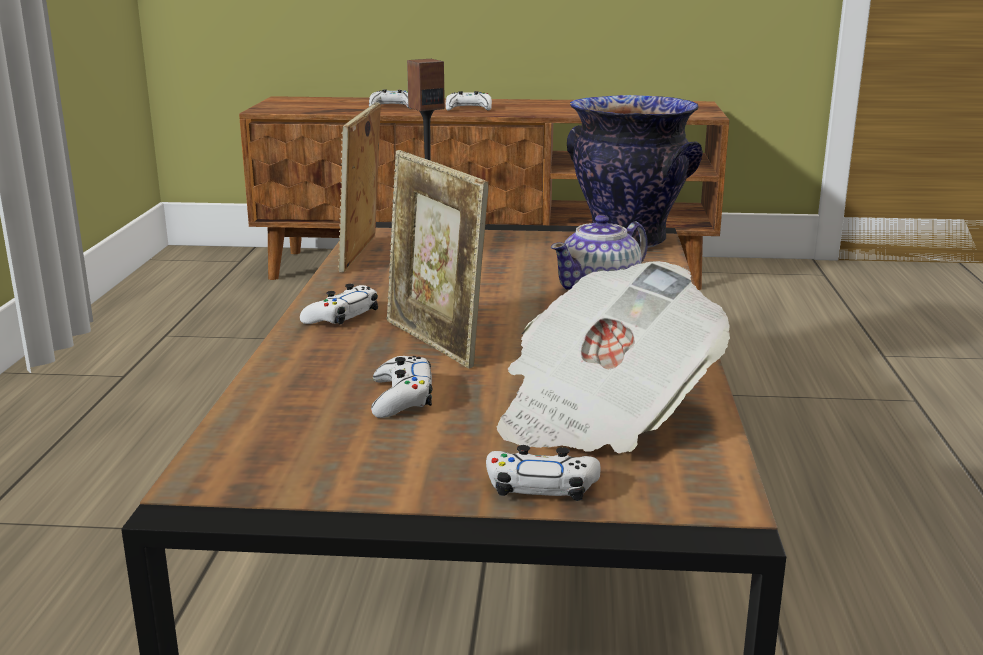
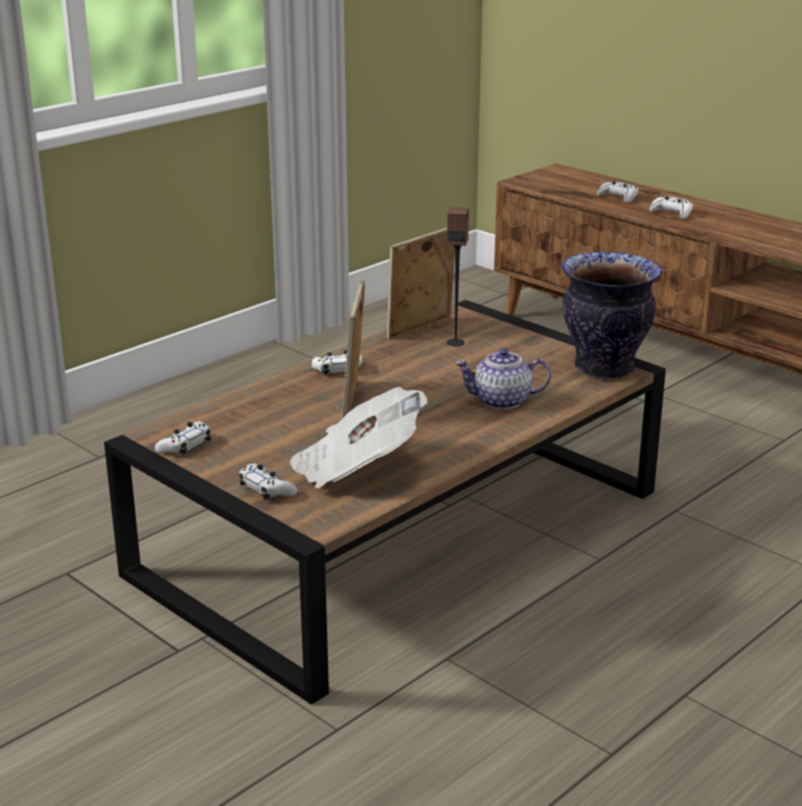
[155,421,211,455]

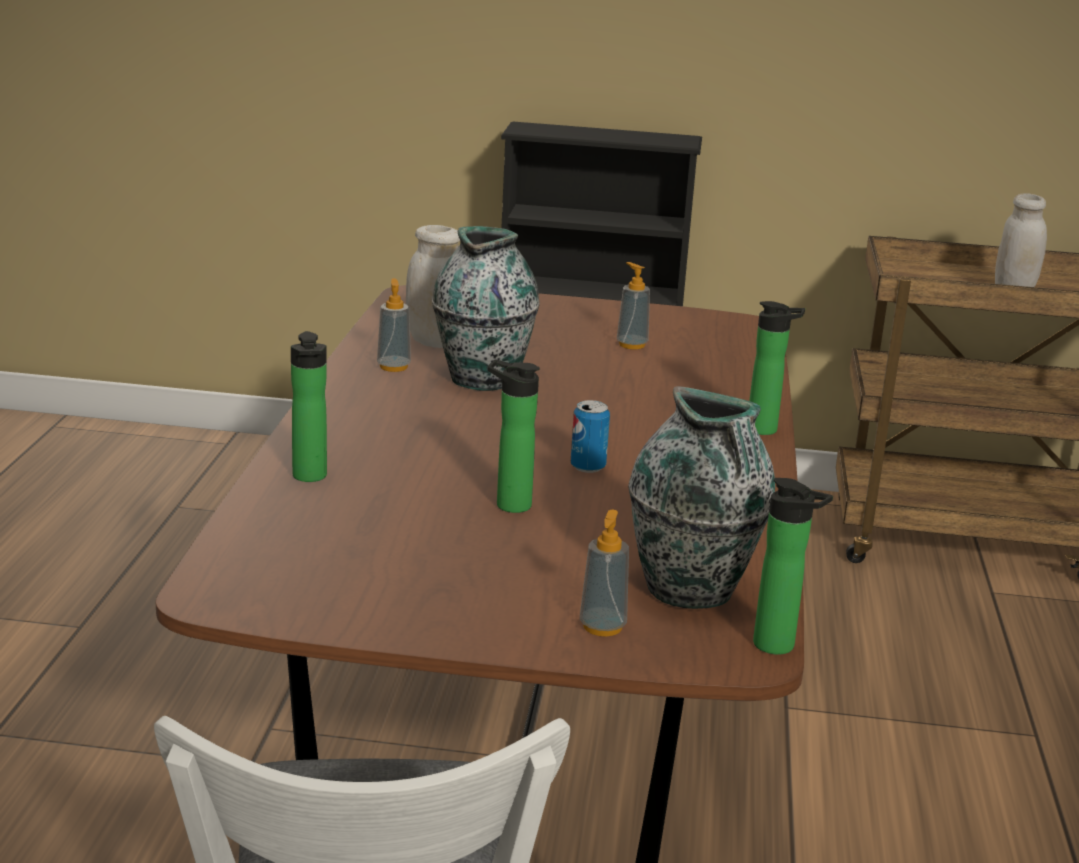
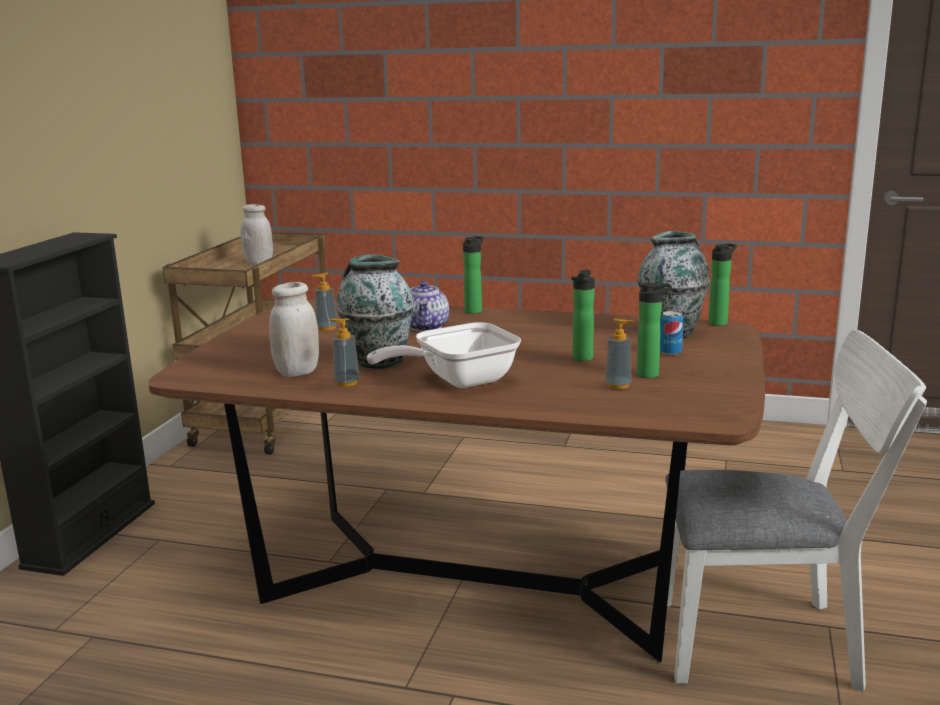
[367,322,521,388]
[410,281,449,331]
[637,283,672,378]
[660,311,684,355]
[605,319,634,389]

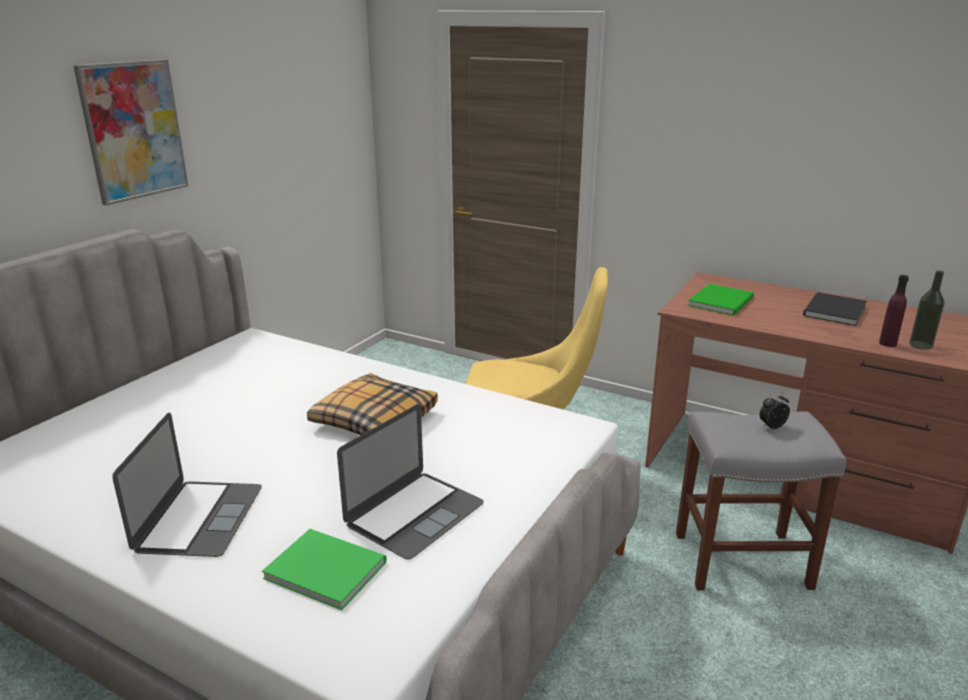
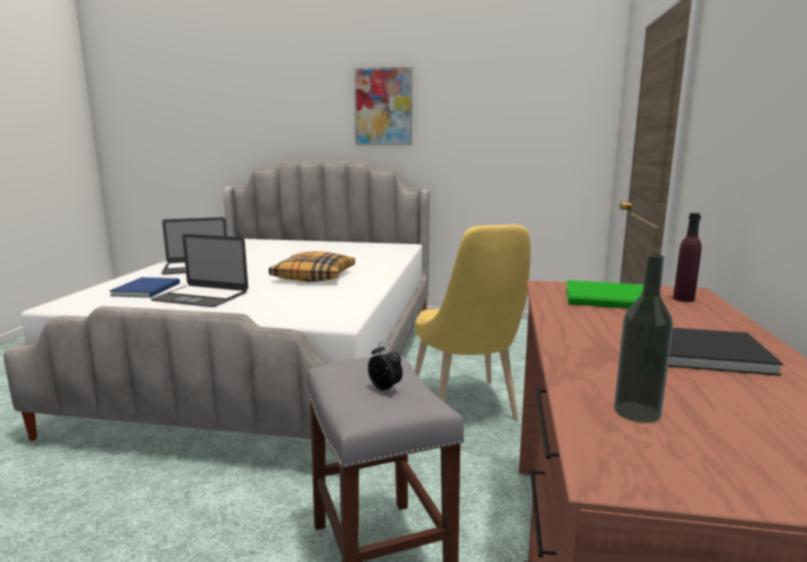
[673,213,701,302]
[109,277,180,298]

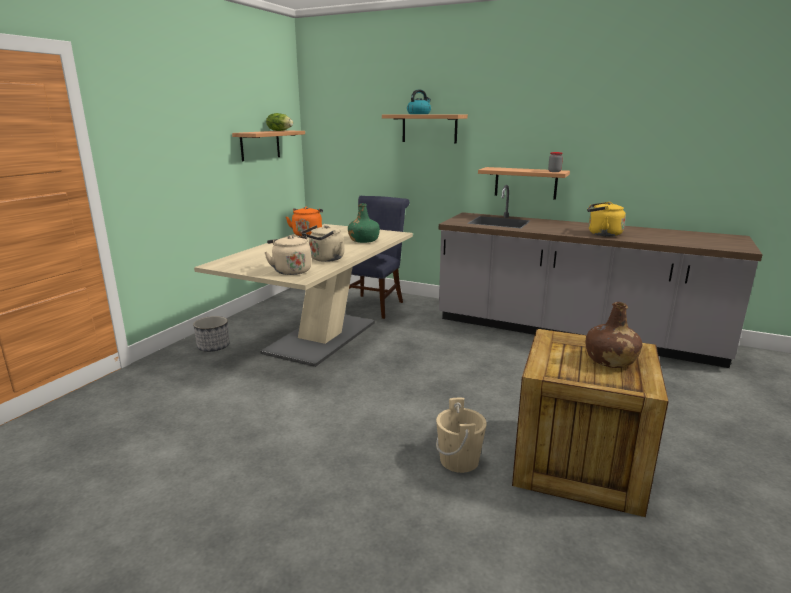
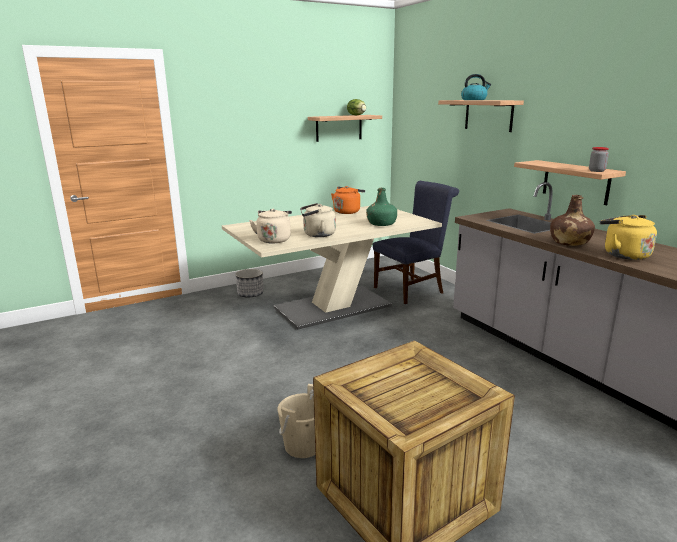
[550,195,595,246]

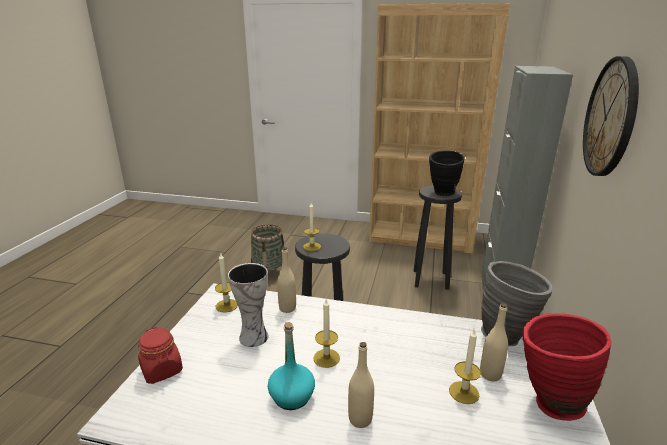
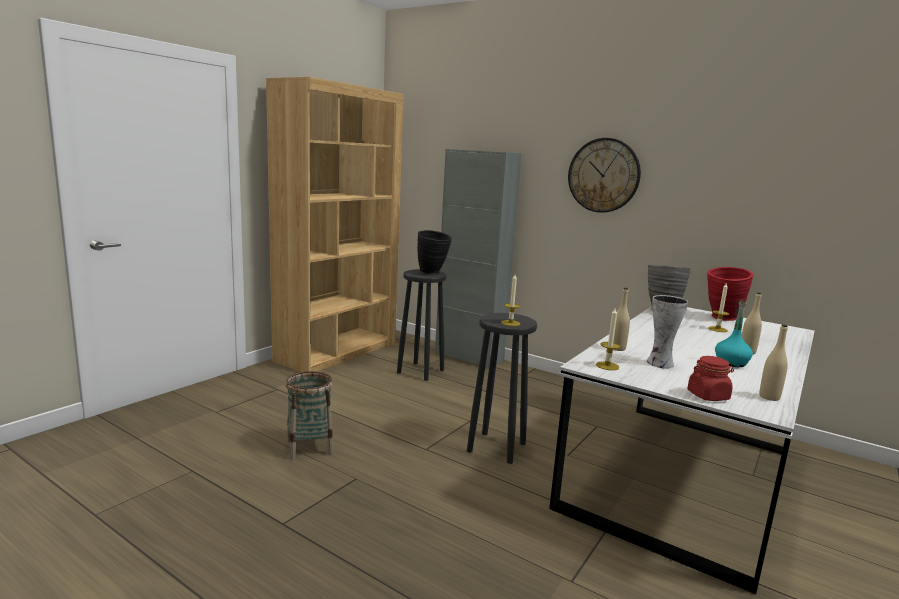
[314,299,340,368] (first image)
[759,324,788,401]

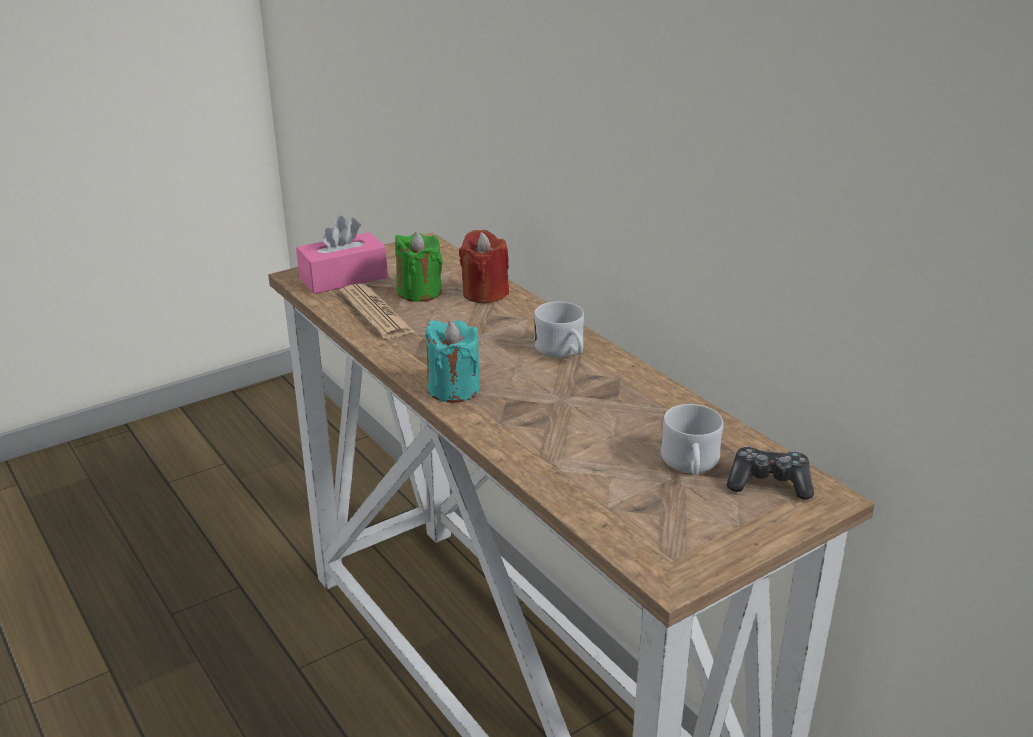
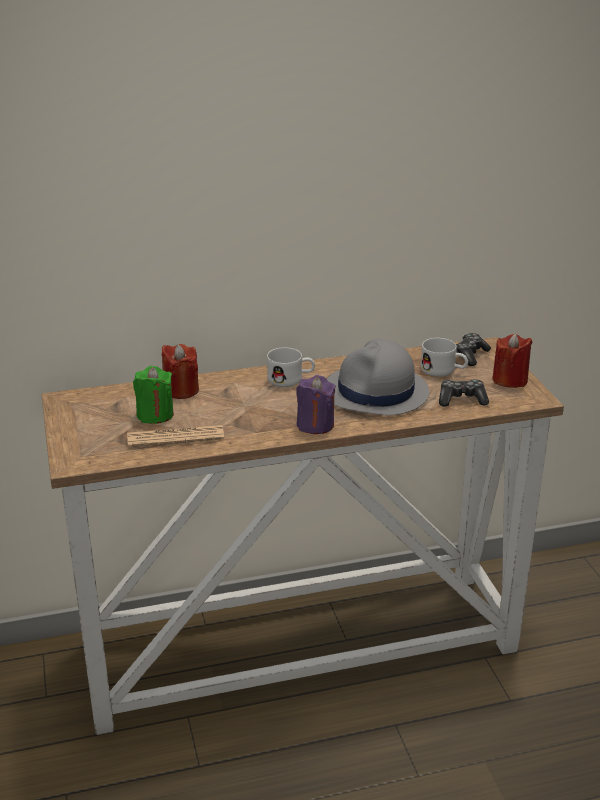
[296,216,388,294] (first image)
[327,339,429,416]
[439,379,489,407]
[492,333,533,388]
[296,375,336,434]

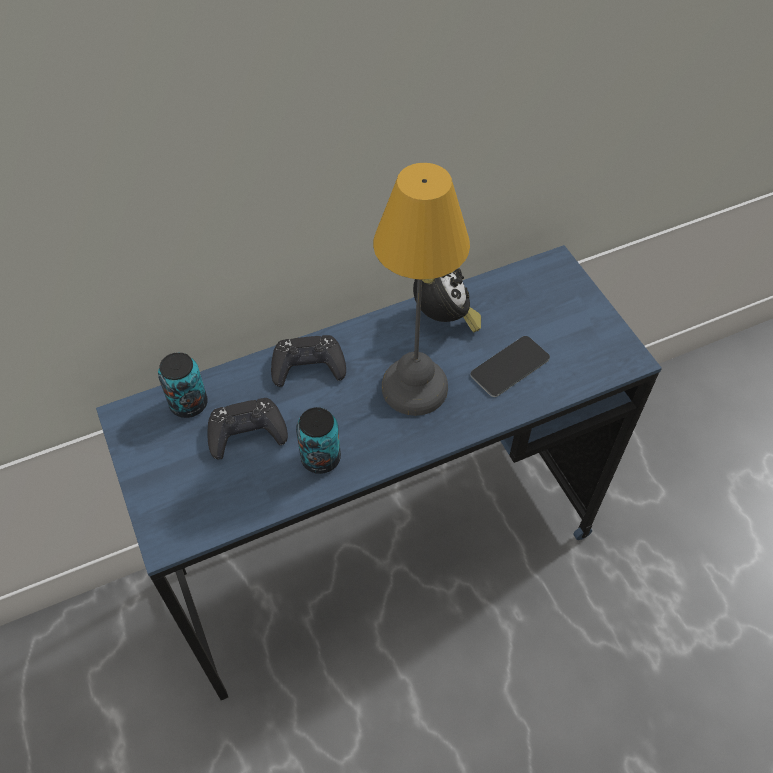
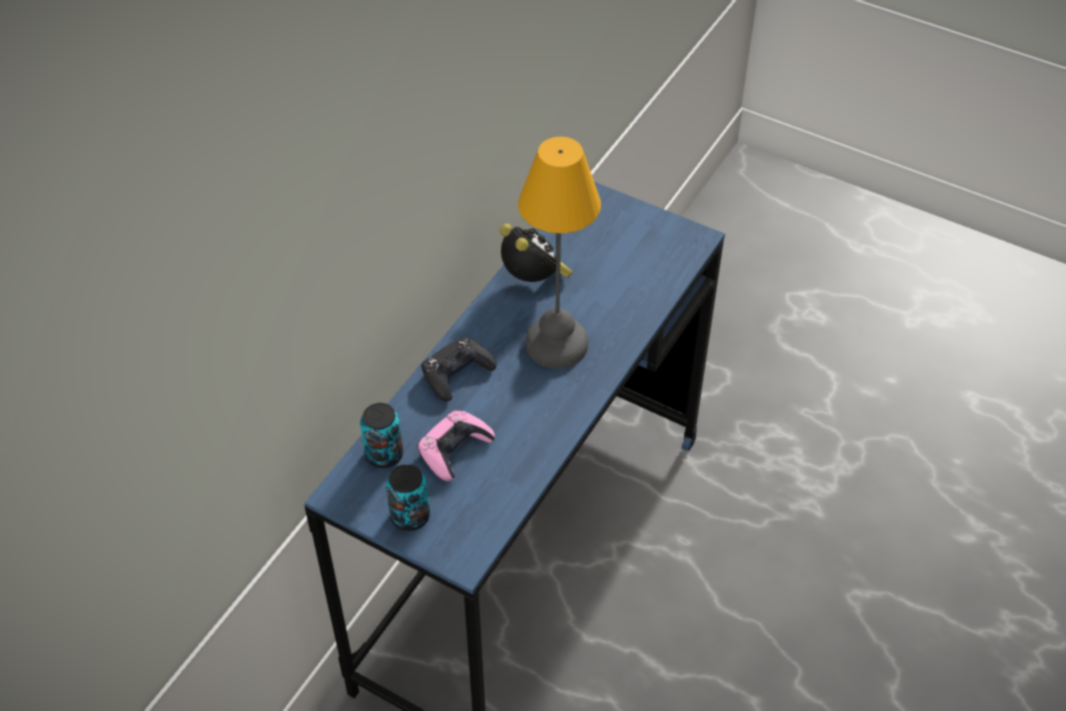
[470,336,550,397] (first image)
[386,464,430,531]
[417,411,495,481]

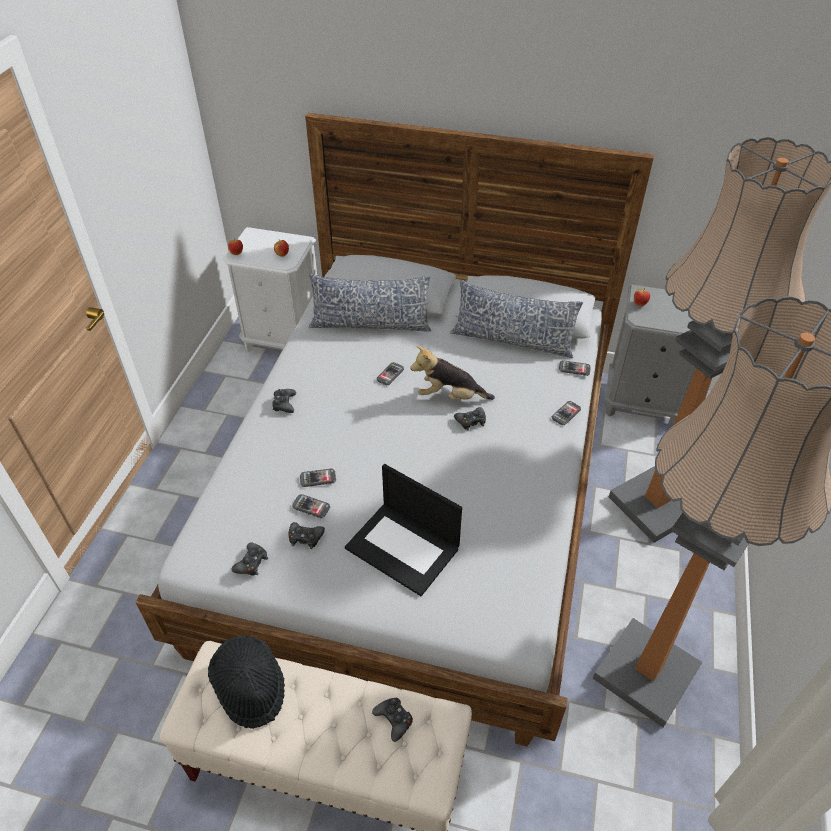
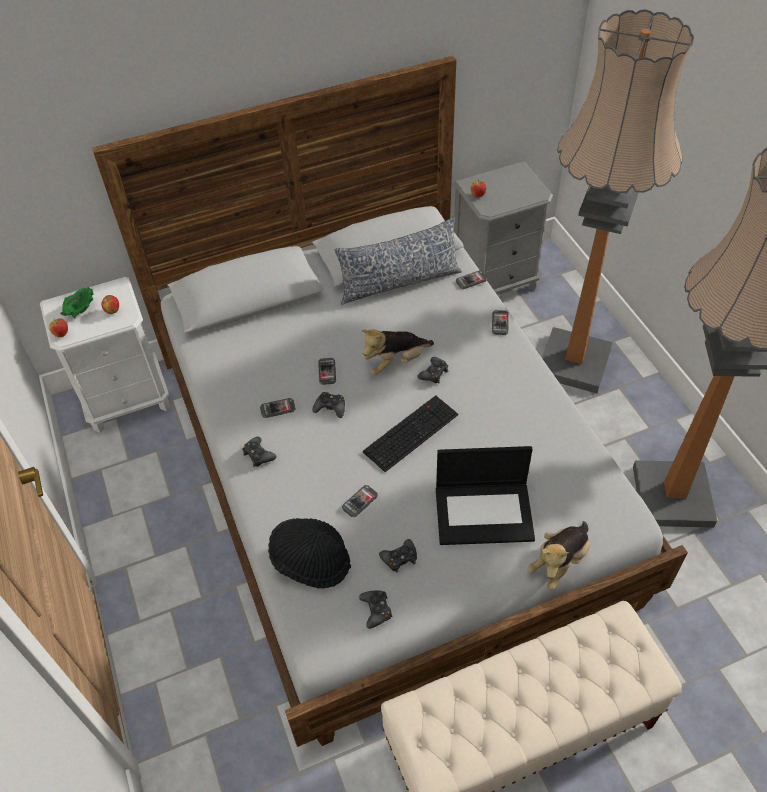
[309,273,431,332] (first image)
[60,287,93,319]
[363,395,458,472]
[528,521,590,590]
[268,518,351,588]
[260,398,296,418]
[312,392,345,418]

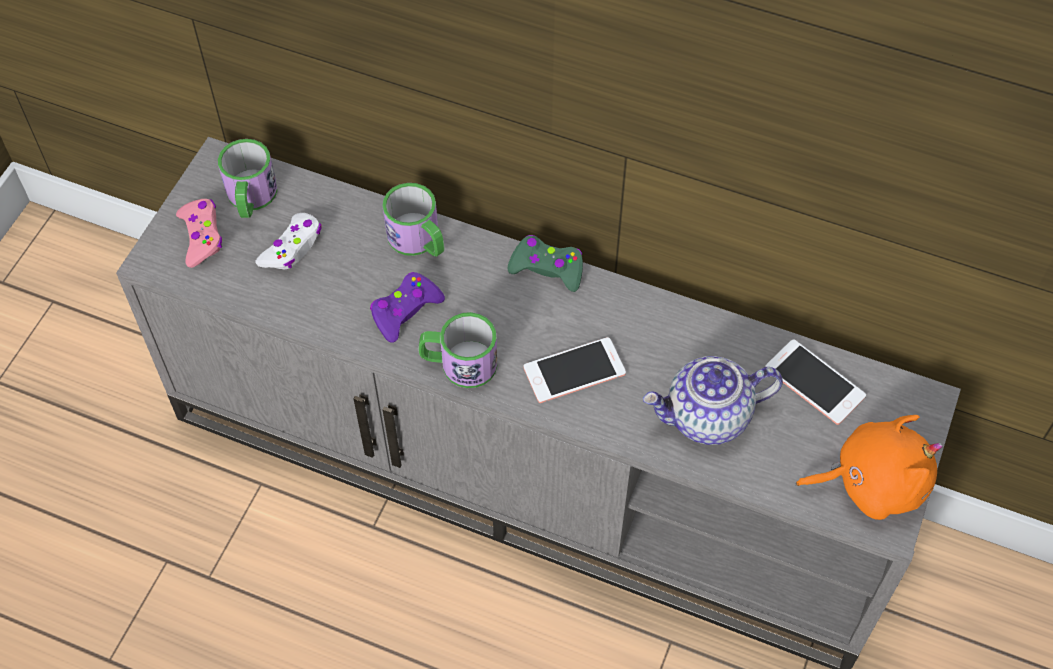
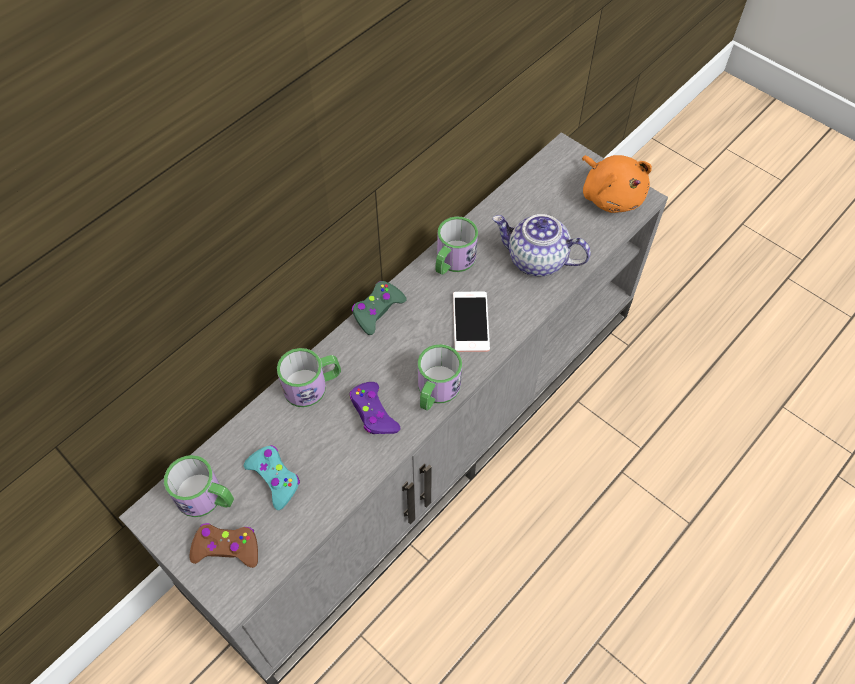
[765,339,866,425] (first image)
[435,216,478,275]
[189,523,258,568]
[244,445,300,510]
[492,214,591,276]
[582,155,652,213]

